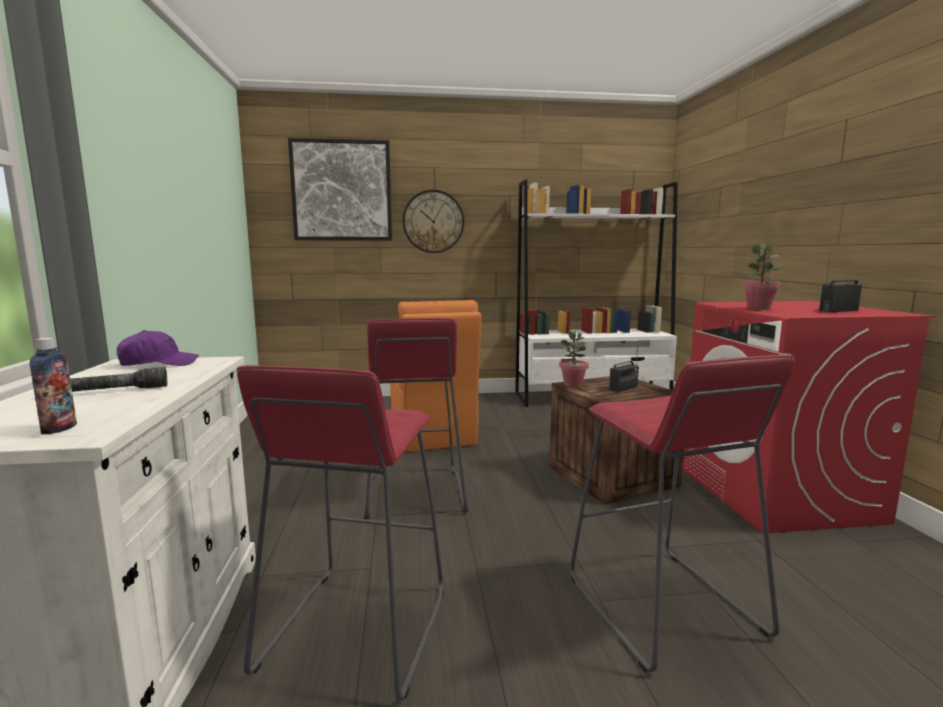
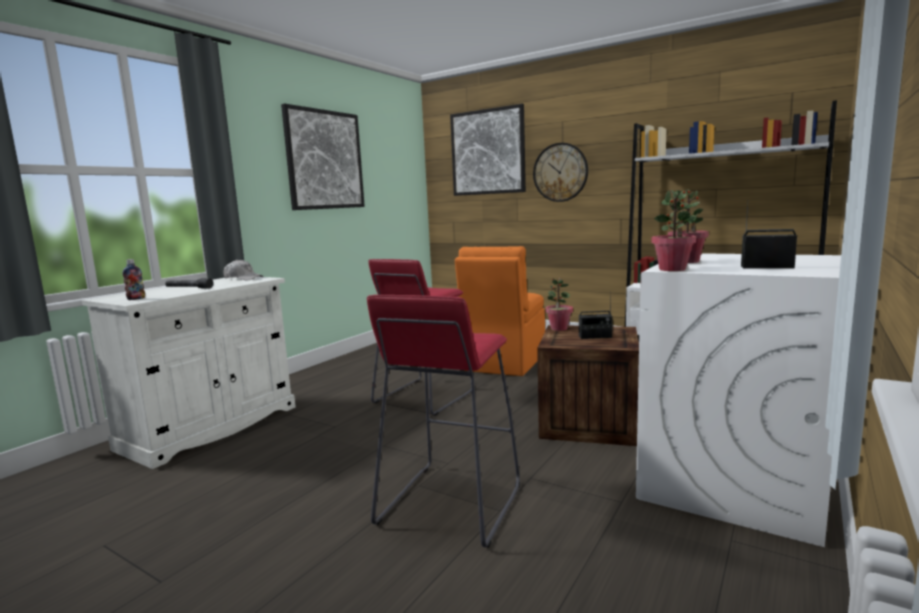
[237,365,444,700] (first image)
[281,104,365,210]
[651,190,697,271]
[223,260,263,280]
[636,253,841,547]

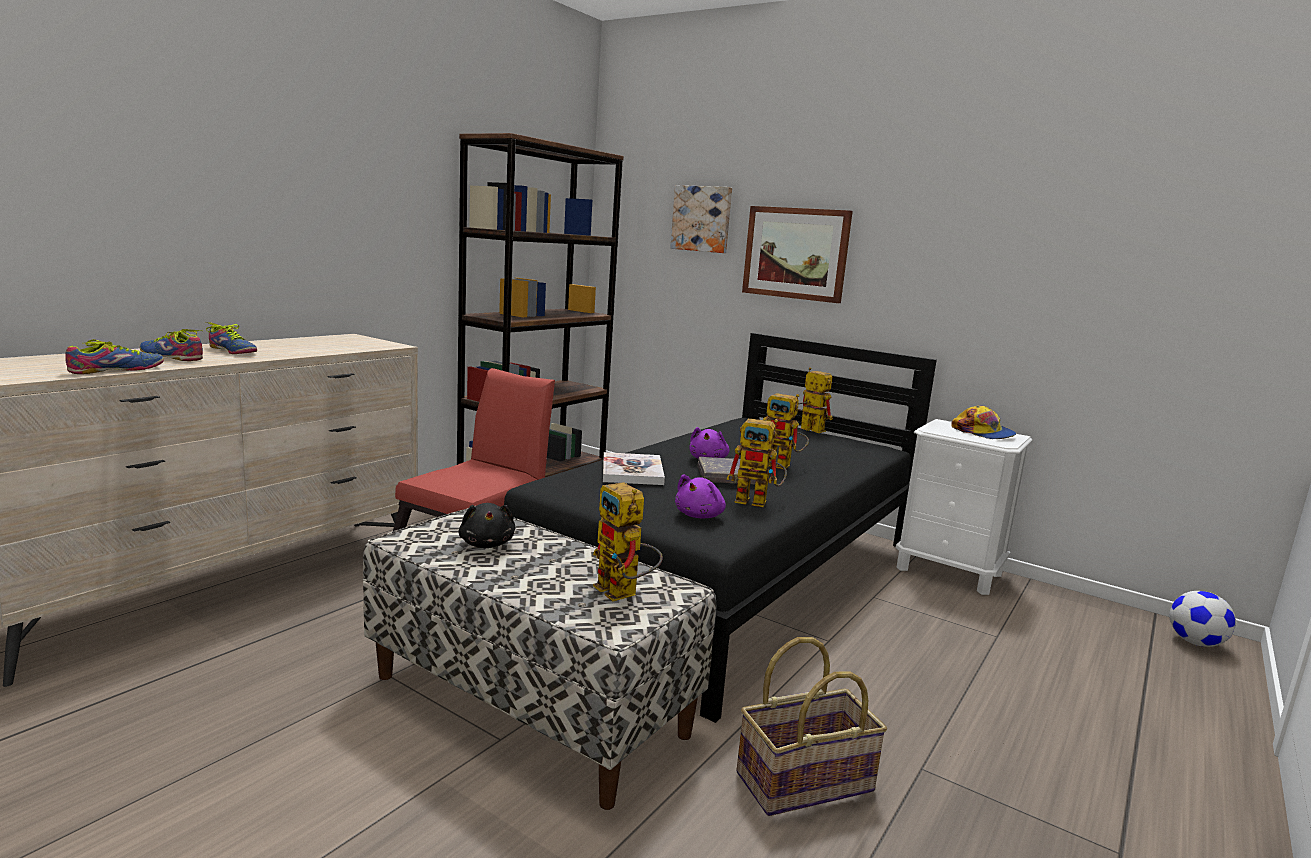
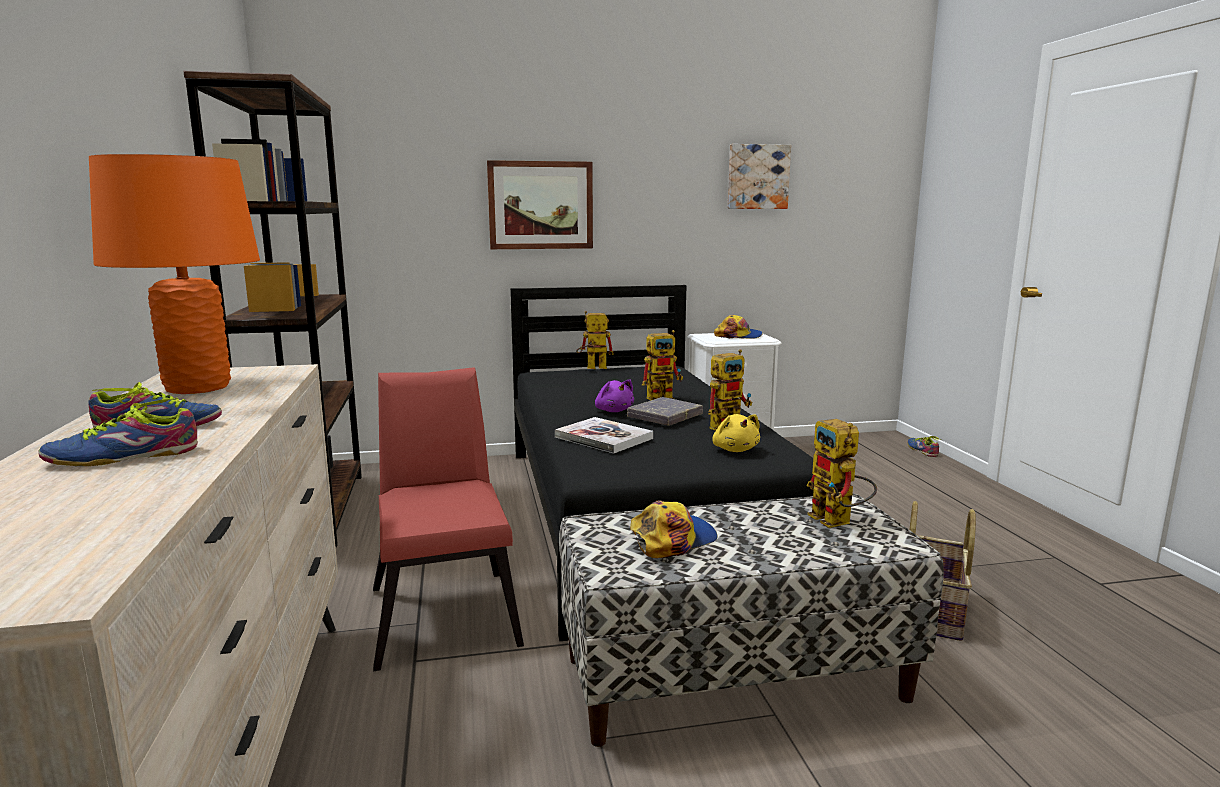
[1169,591,1236,647] (first image)
[89,154,260,394]
[907,436,939,457]
[728,144,791,209]
[630,501,718,558]
[712,414,760,452]
[807,419,877,528]

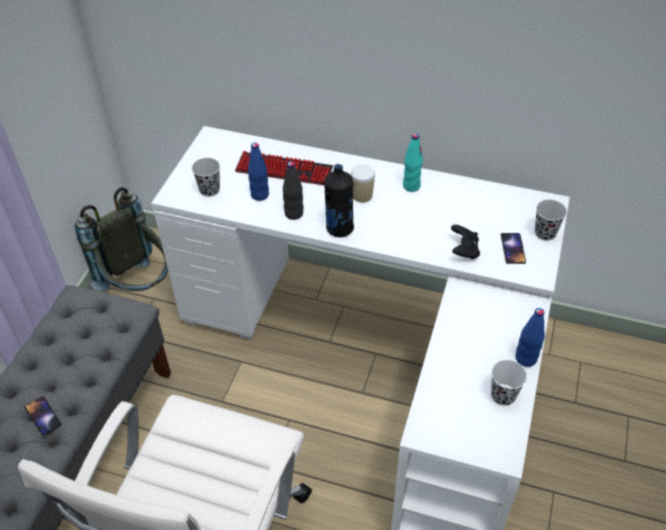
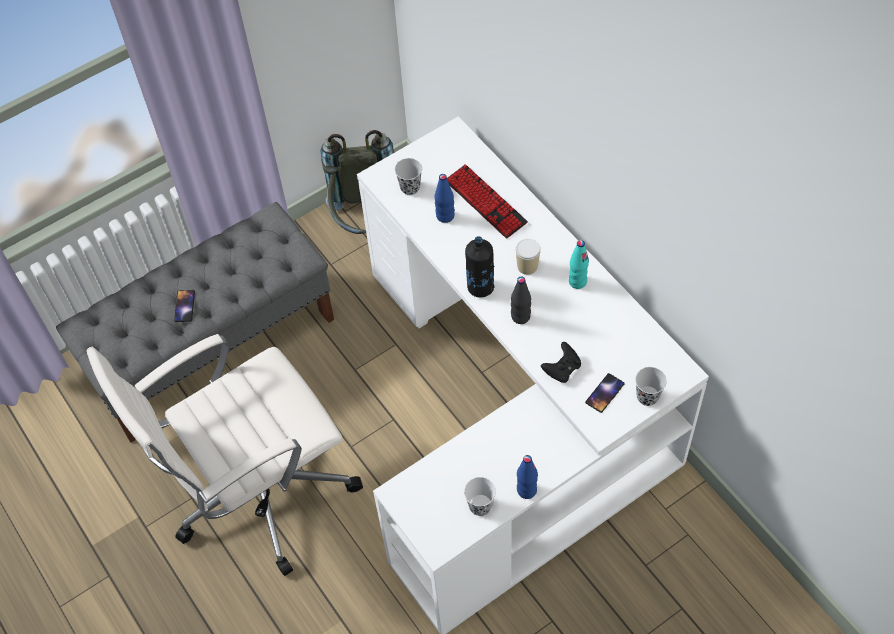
[511,276,531,324]

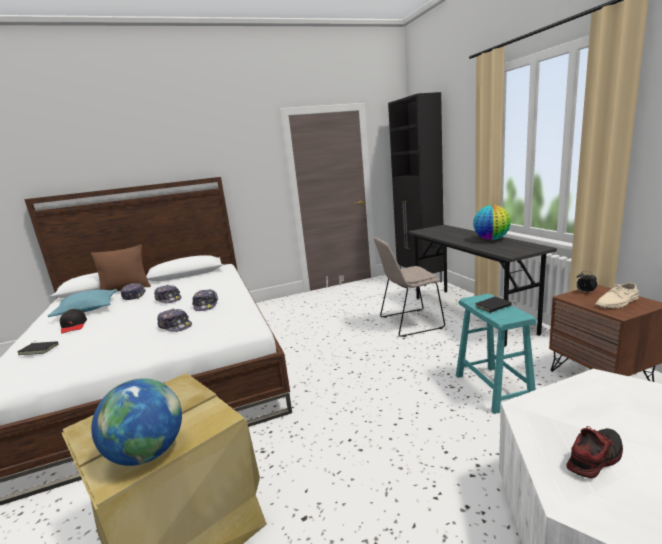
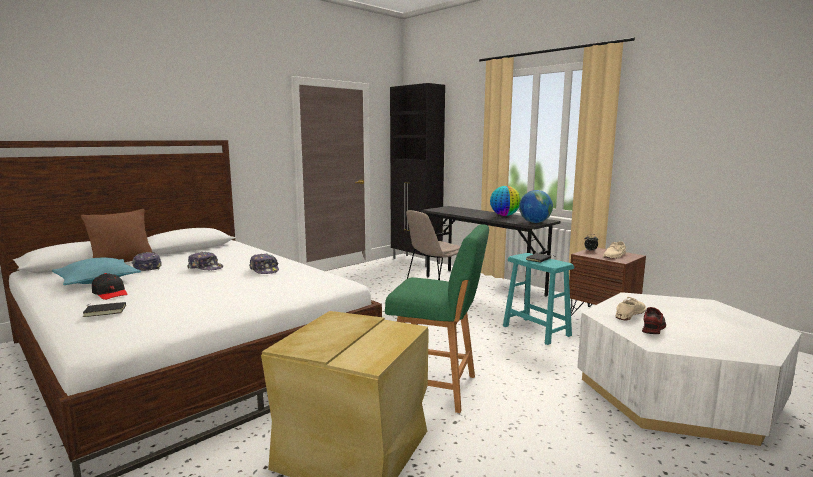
[157,308,192,332] (first image)
[385,224,489,413]
[615,297,646,321]
[519,190,553,223]

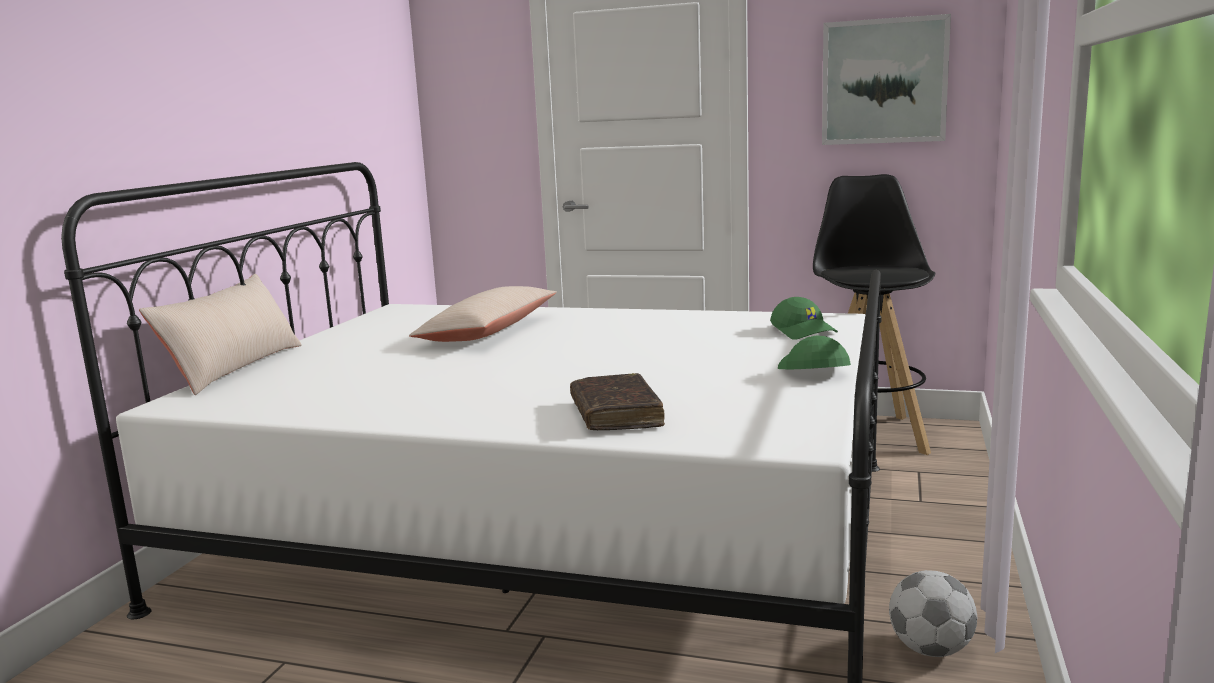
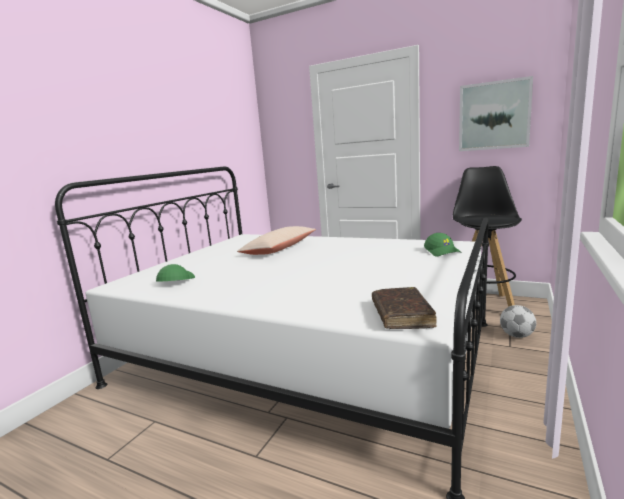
[139,274,302,395] (first image)
[372,287,437,329]
[156,264,195,282]
[500,305,536,338]

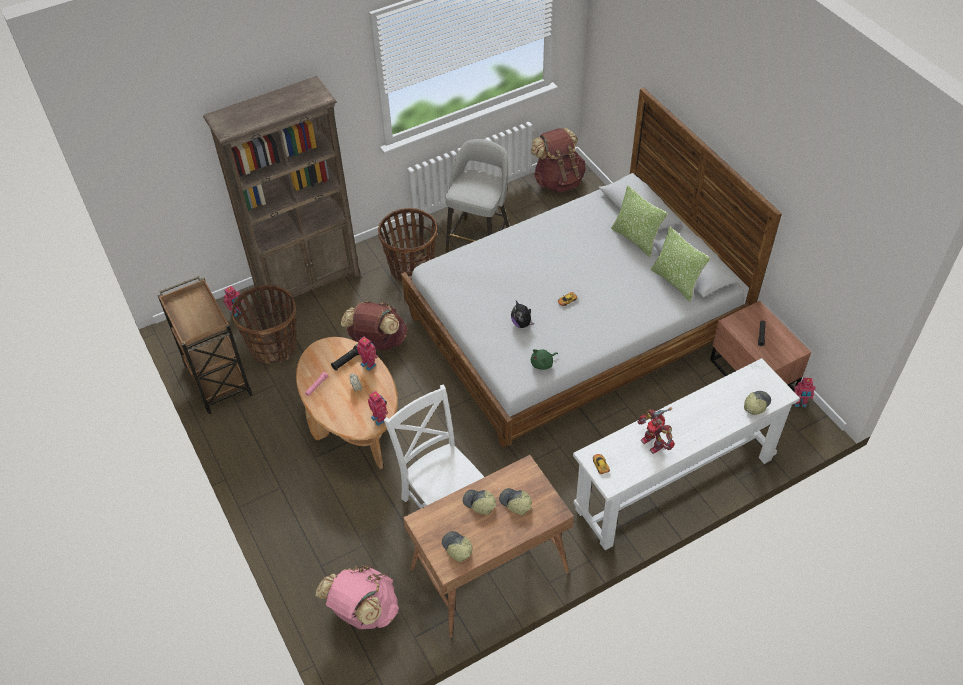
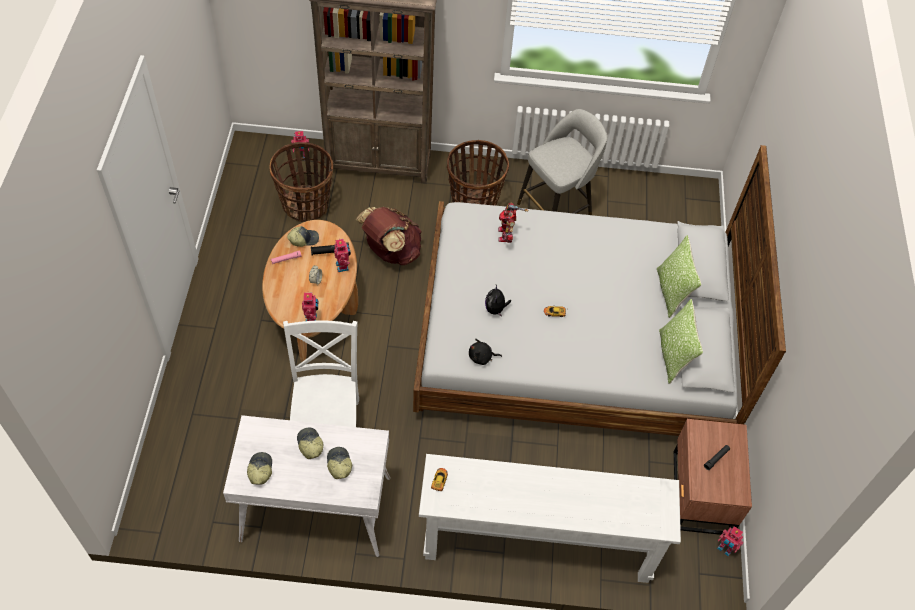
[157,276,253,414] (first image)
[315,565,399,629] (first image)
[531,128,586,192] (first image)
[498,203,528,243]
[287,226,319,247]
[223,415,390,557]
[469,339,502,365]

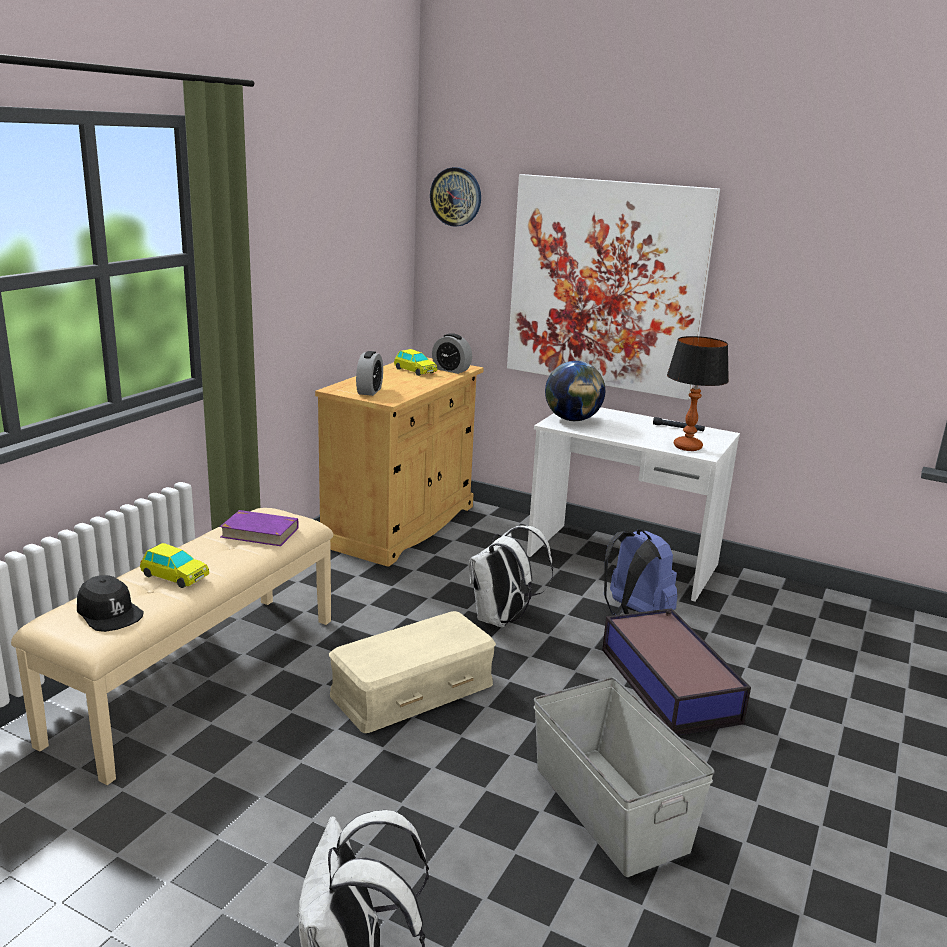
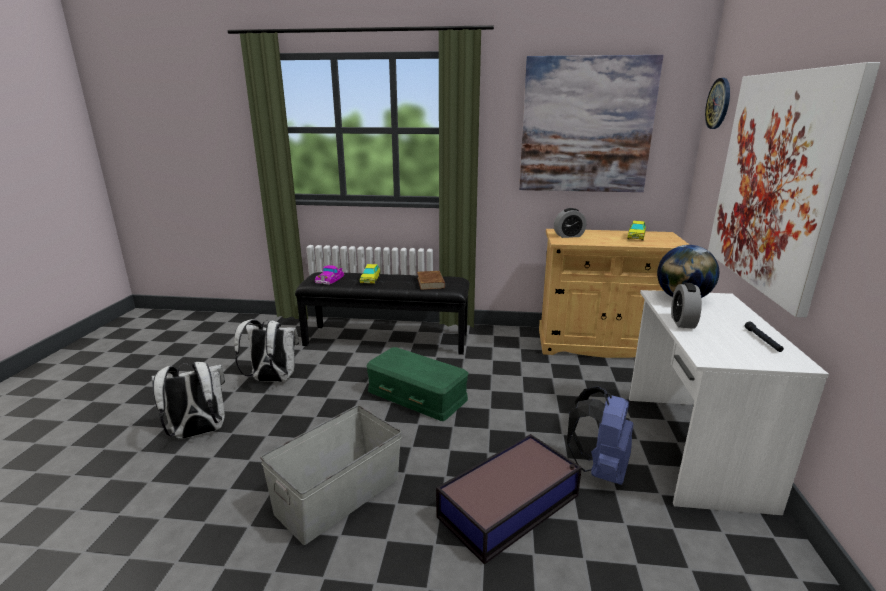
[667,336,729,451] (first image)
[519,55,663,192]
[671,283,702,329]
[234,319,299,382]
[315,265,344,285]
[295,272,469,355]
[417,271,445,290]
[366,347,469,421]

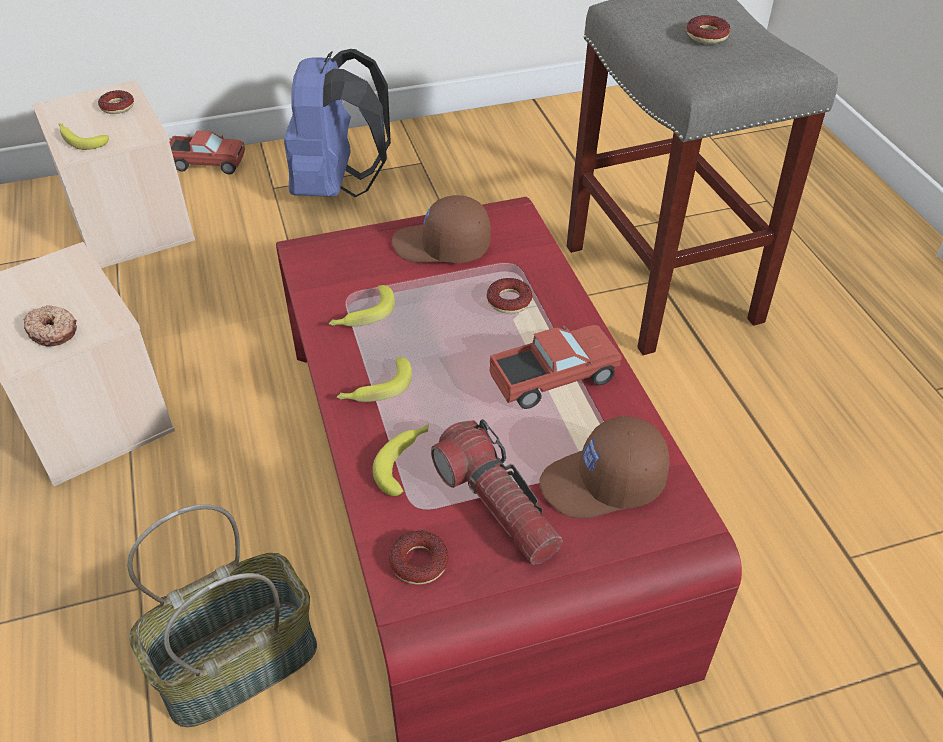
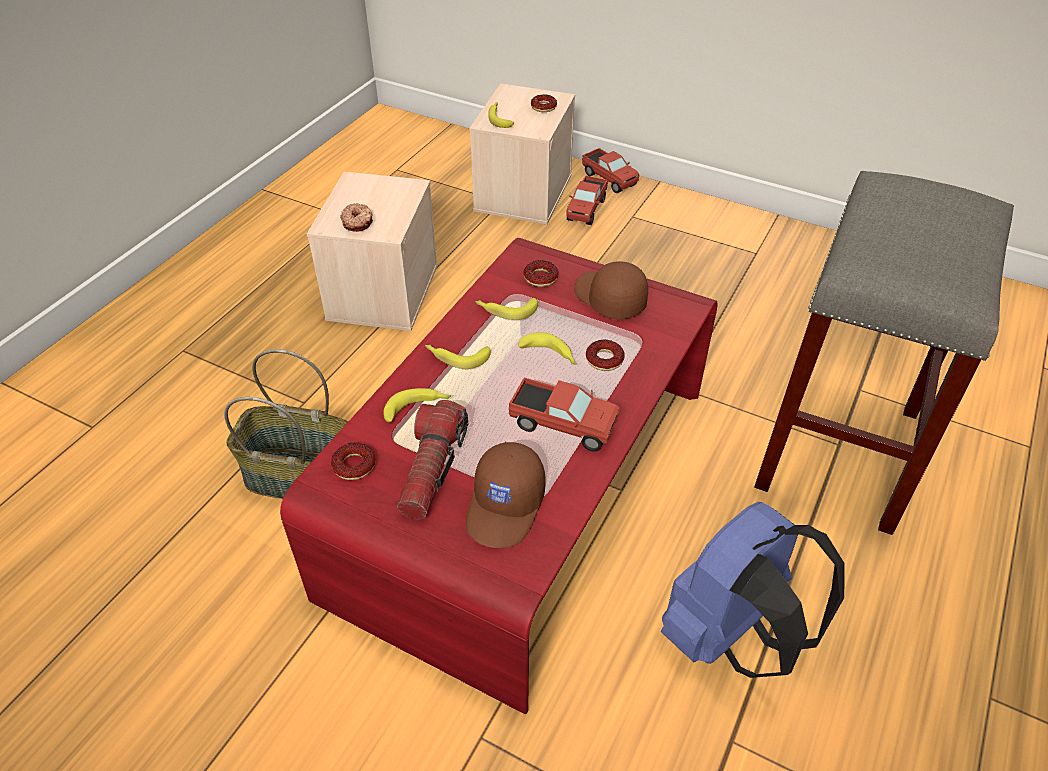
[518,332,577,365]
[566,176,608,225]
[661,502,845,678]
[523,260,559,287]
[466,442,546,548]

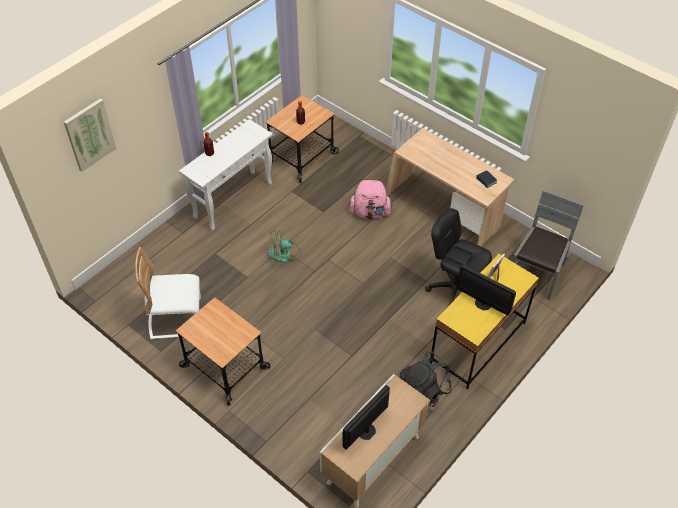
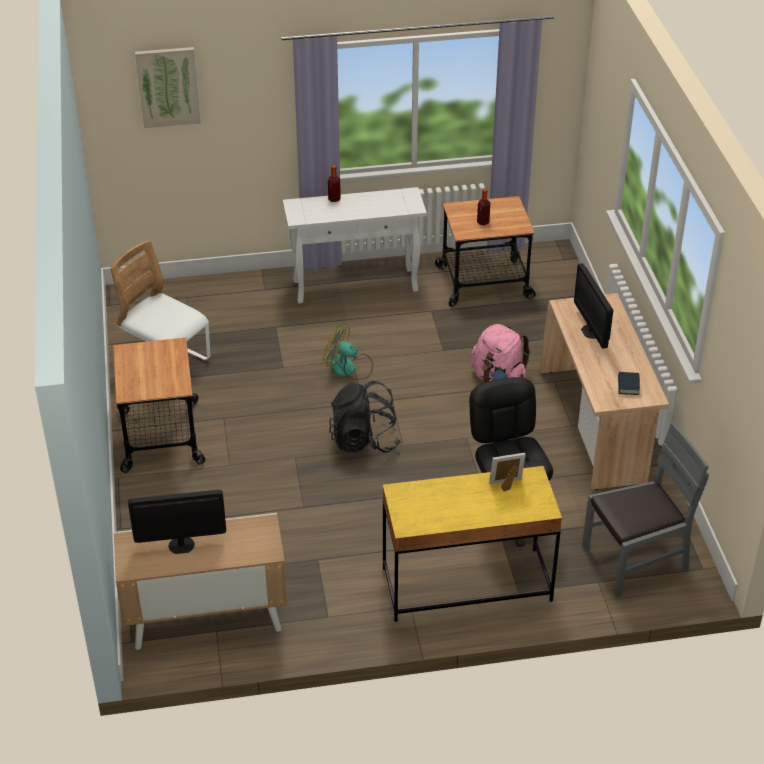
[329,380,401,453]
[574,263,613,349]

